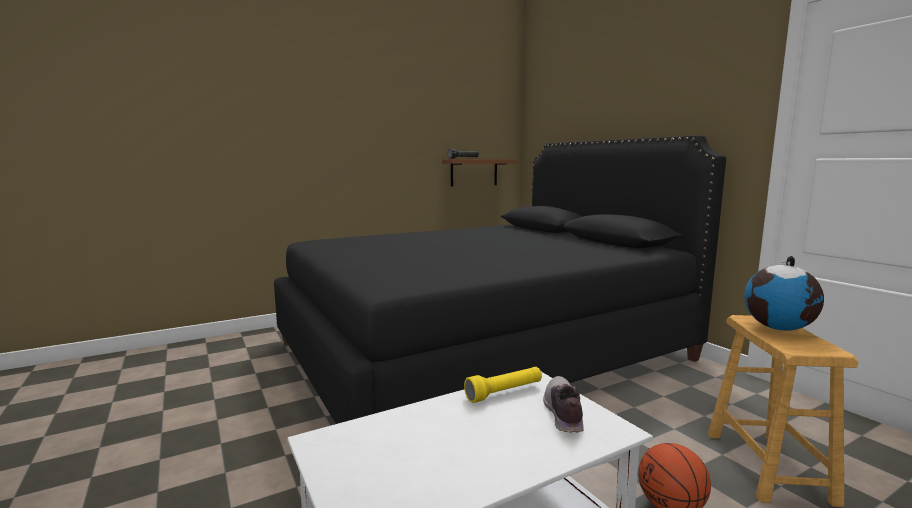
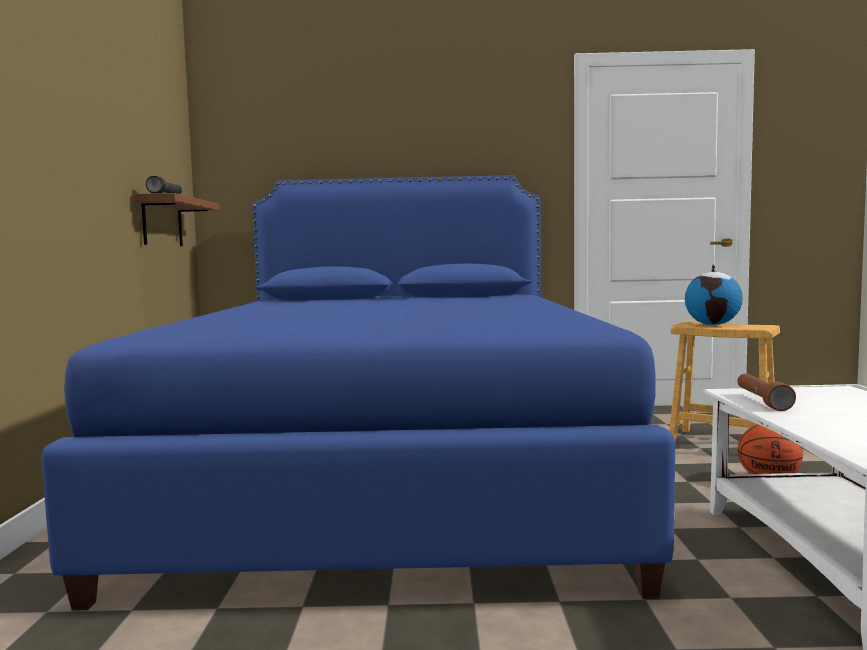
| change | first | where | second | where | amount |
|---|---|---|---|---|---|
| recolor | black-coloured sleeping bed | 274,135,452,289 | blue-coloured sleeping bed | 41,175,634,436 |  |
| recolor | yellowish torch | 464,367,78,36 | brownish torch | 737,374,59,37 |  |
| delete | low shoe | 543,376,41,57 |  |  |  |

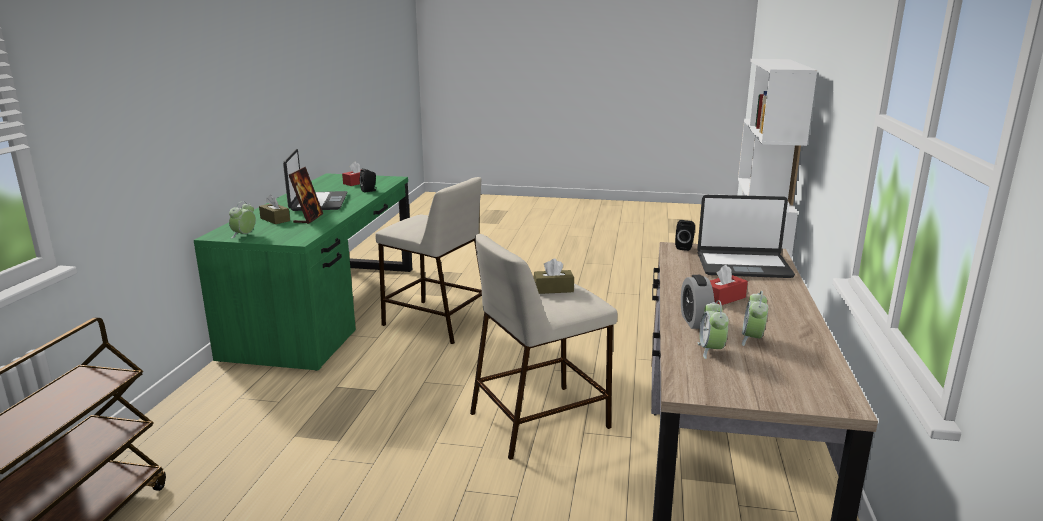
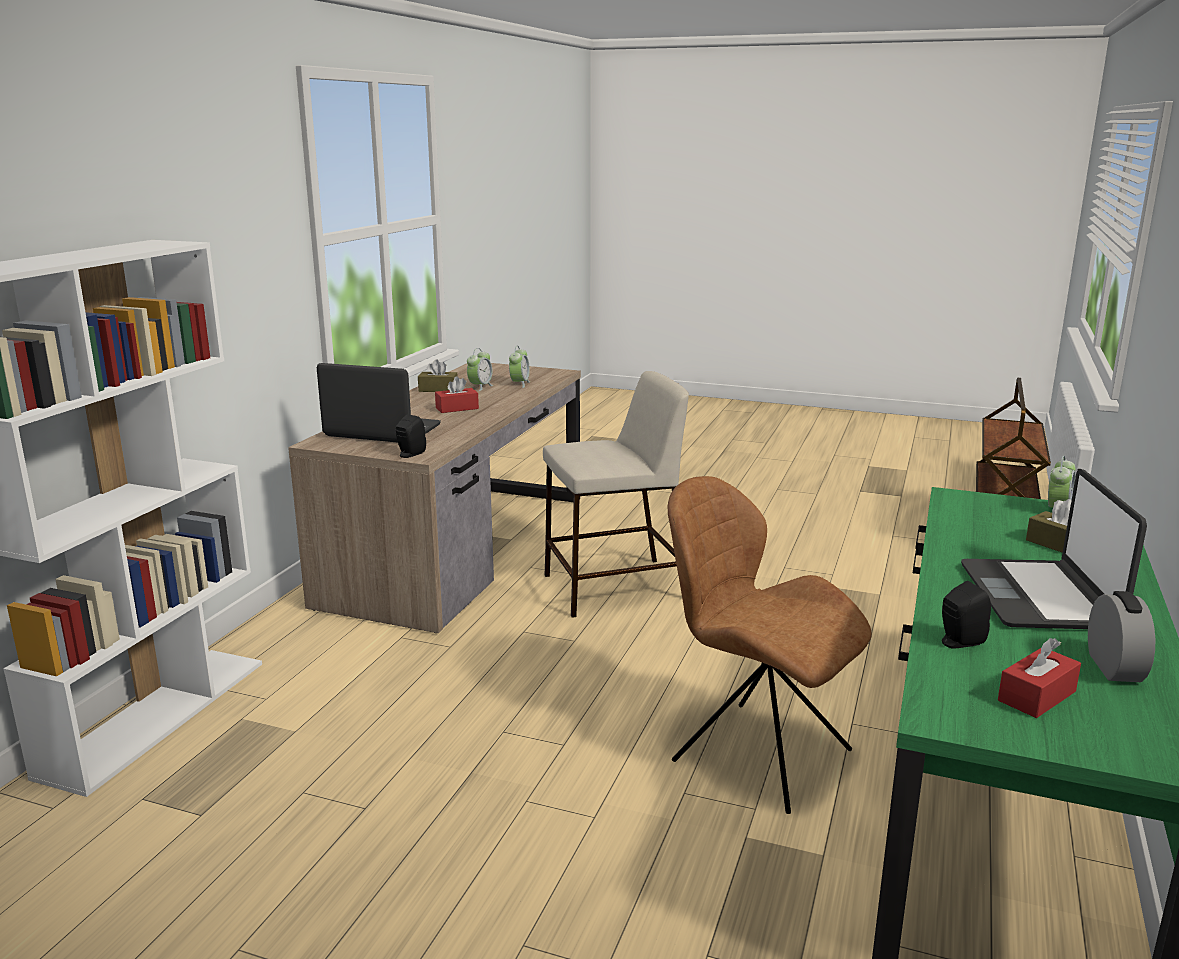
| change | first | where | second | where | amount |
|---|---|---|---|---|---|
| delete | photo frame | 289,167,34,57 |  |  |  |
| replace | sand-coloured stool seat | 375,177,115,167 | brownish plain chair | 668,476,204,338 |  |
| move | brownish tissue holder | 534,259,40,35 |  | 418,359,40,33 |  |
| move | bedside clock | 681,275,33,54 |  | 1088,591,67,91 |  |

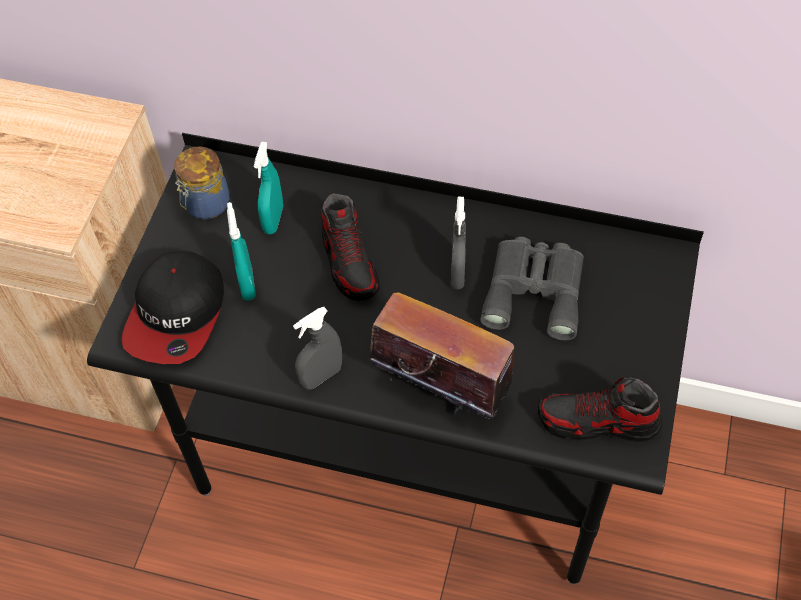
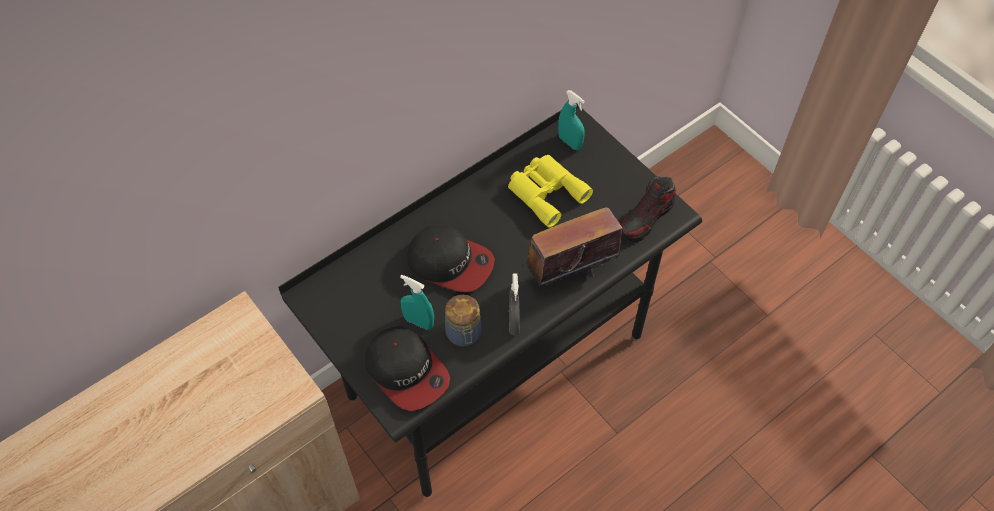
| change | first | where | second | where | amount |
|---|---|---|---|---|---|
| move | jar | 174,146,55,73 |  | 445,295,37,52 |  |
| move | turquoise hand sprayer | 254,142,29,93 |  | 558,90,27,60 |  |
| replace | low shoe | 321,193,59,108 | cap | 407,225,88,67 |  |
| delete | grey hand sprayer | 451,197,15,93 |  |  |  |
| recolor | grey pair of binoculars | 480,237,104,104 | yellowish pair of binoculars | 508,155,85,73 |  |

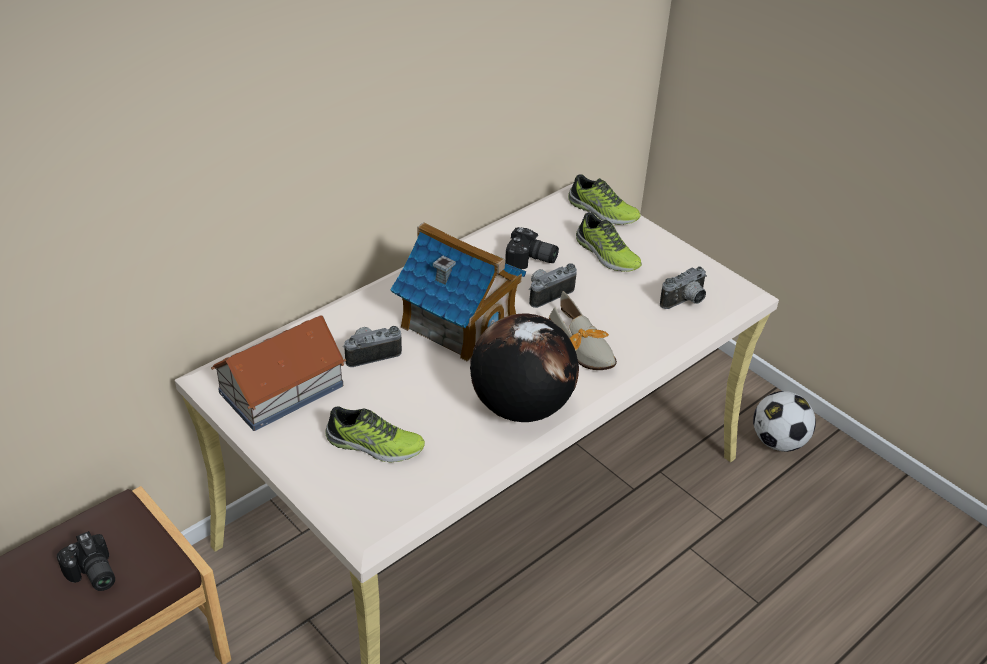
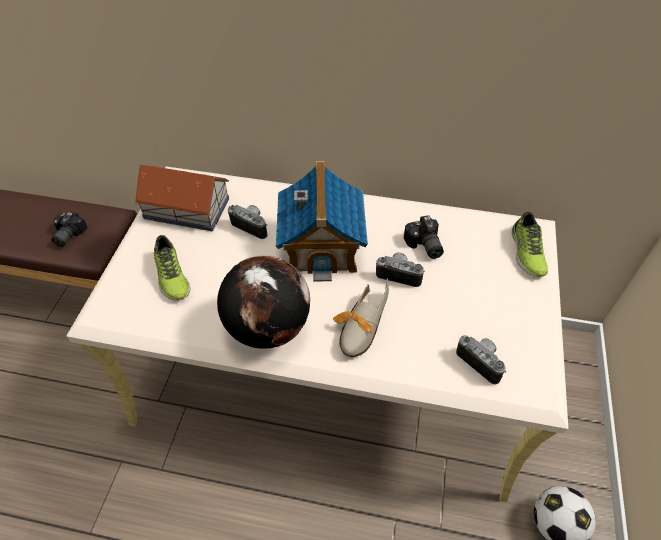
| change | first | where | second | where | amount |
|---|---|---|---|---|---|
| delete | low shoe | 576,212,66,60 |  |  |  |
| rotate | photo camera | 660,266,47,43 |  | 456,335,50,50 | 150 degrees counterclockwise |

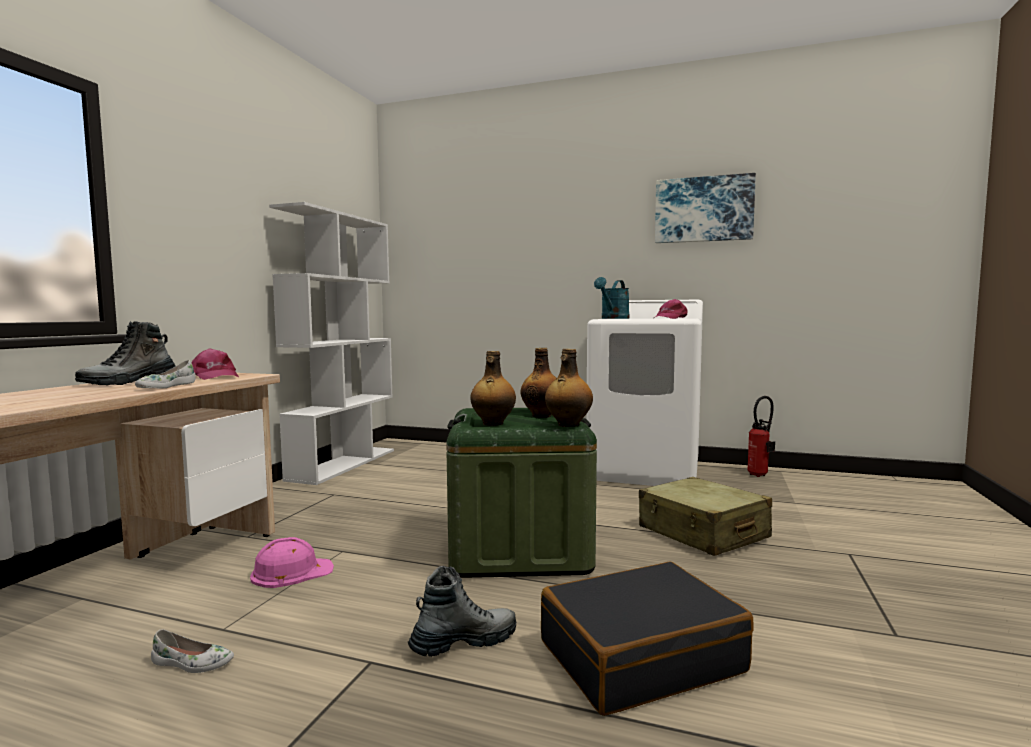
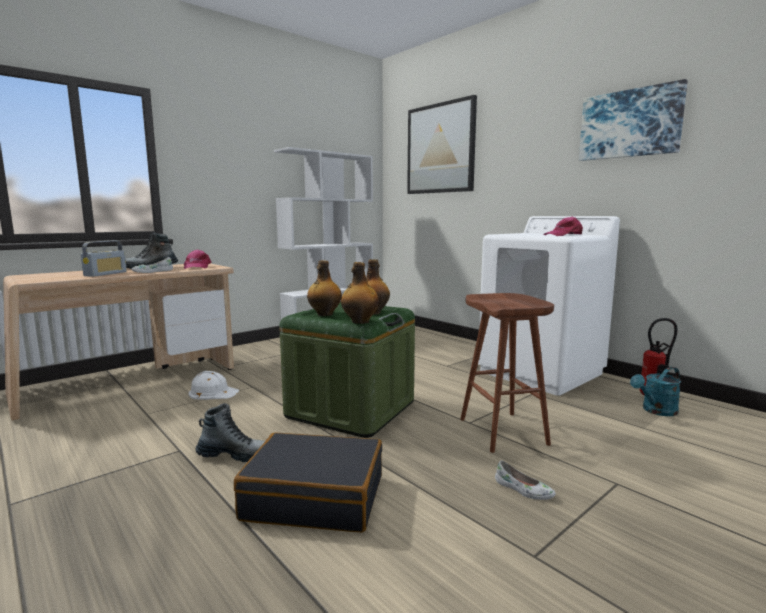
| change | first | where | second | where | amount |
|---|---|---|---|---|---|
| move | whitish low shoe | 151,629,83,44 |  | 495,461,61,39 |  |
| recolor | pink work helmet | 250,537,84,51 | whitish work helmet | 188,371,51,29 |  |
| move | turquoise watering can | 594,277,36,42 |  | 630,367,51,49 |  |
| replace | sand-coloured travel case | 639,477,133,79 | brownish stool seat | 460,293,94,160 |  |
| insert |  |  | radio set | 81,241,46,36 |  |
| insert |  |  | wall art | 407,95,70,99 |  |

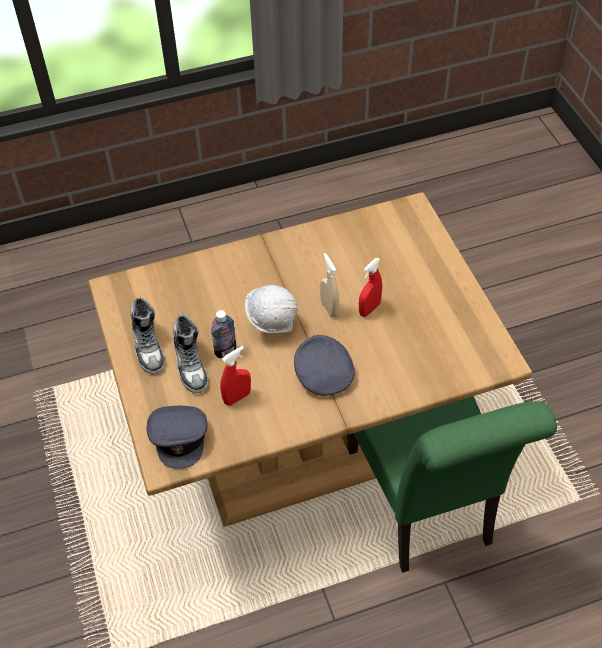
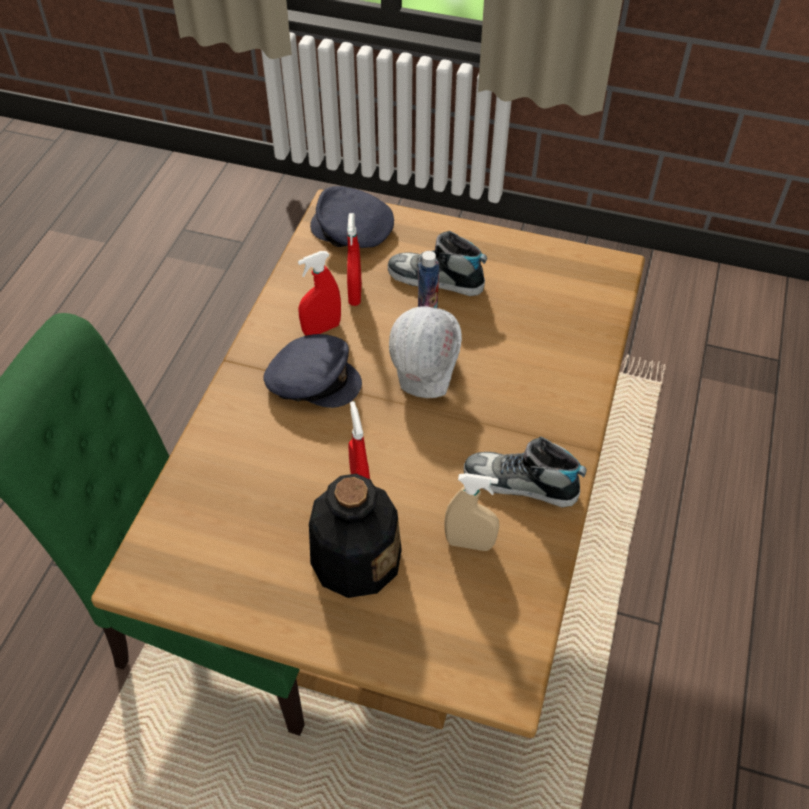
| change | first | where | second | where | amount |
|---|---|---|---|---|---|
| move | low shoe | 131,296,34,79 |  | 464,437,122,70 |  |
| move | sand-coloured hand sprayer | 320,253,20,64 |  | 444,473,55,78 |  |
| insert |  |  | red hand sprayer | 298,251,43,85 |  |
| insert |  |  | beverage bottle | 309,474,93,124 |  |

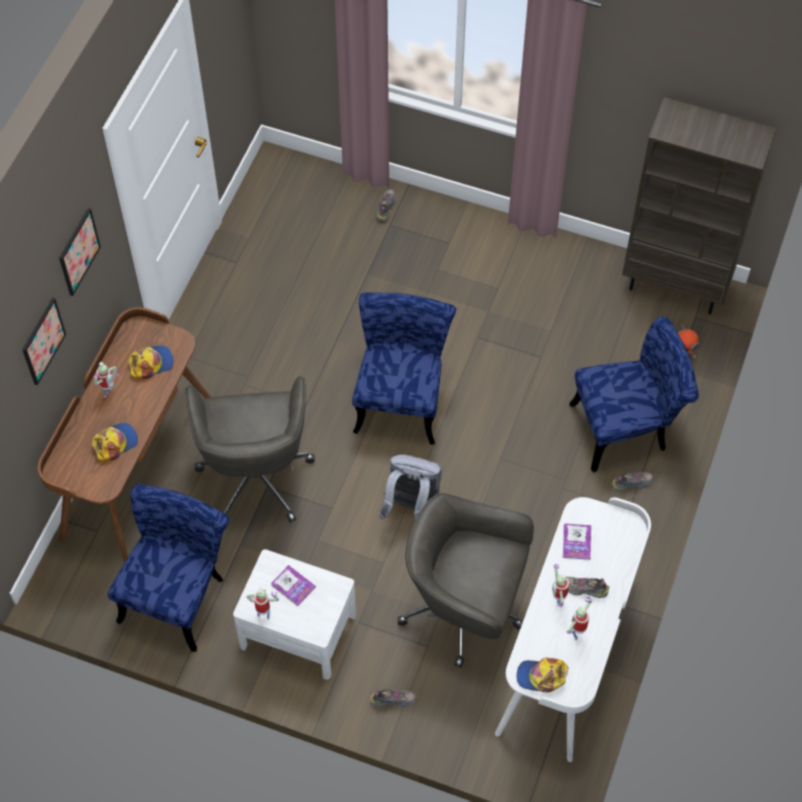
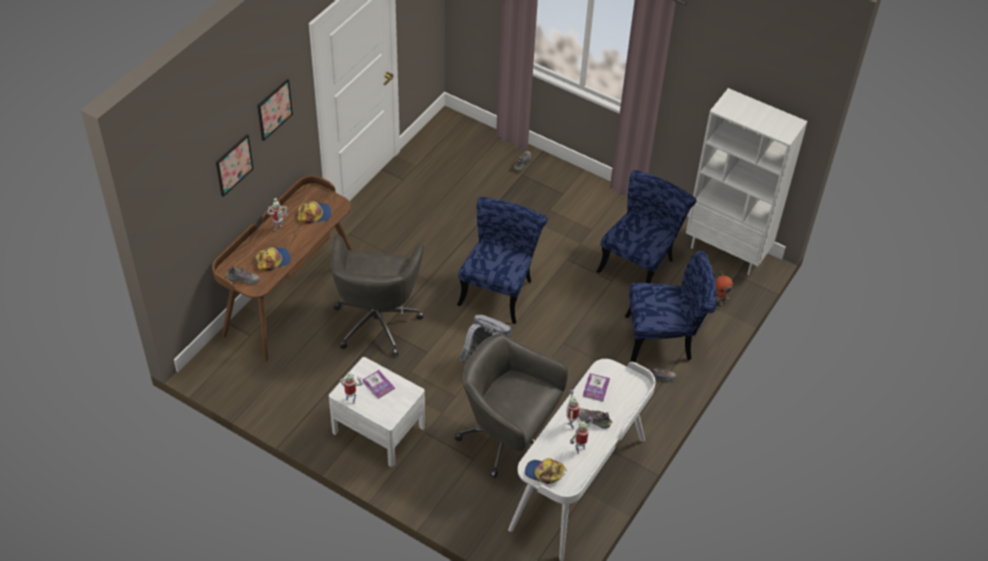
| change | first | where | second | where | amount |
|---|---|---|---|---|---|
| move | blue-coloured plain chair | 108,484,122,168 |  | 596,170,101,113 |  |
| move | low shoe | 371,689,45,18 |  | 226,267,34,18 |  |
| recolor | brownish bookshelf | 622,97,154,217 | whitish bookshelf | 686,88,121,187 |  |

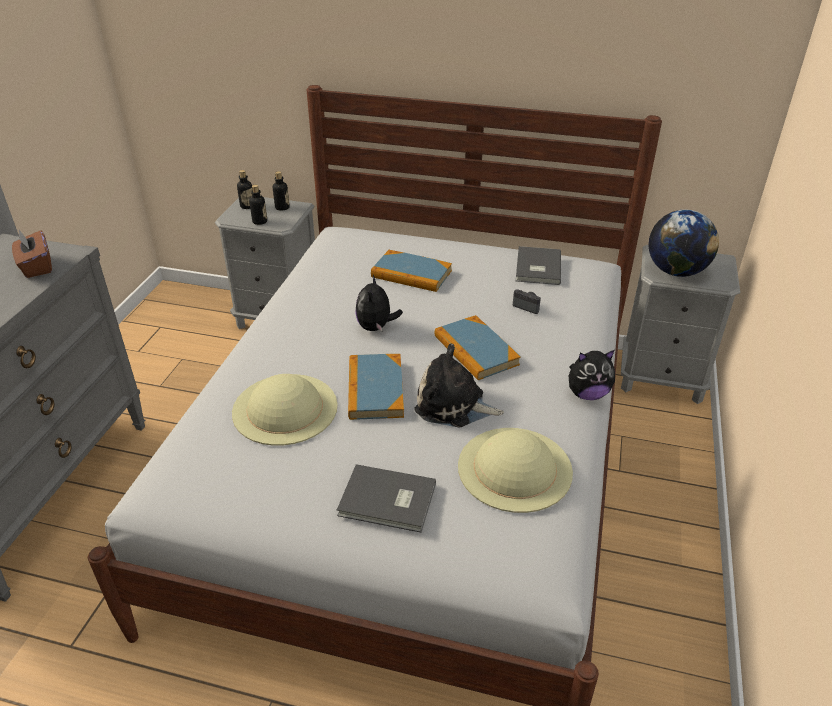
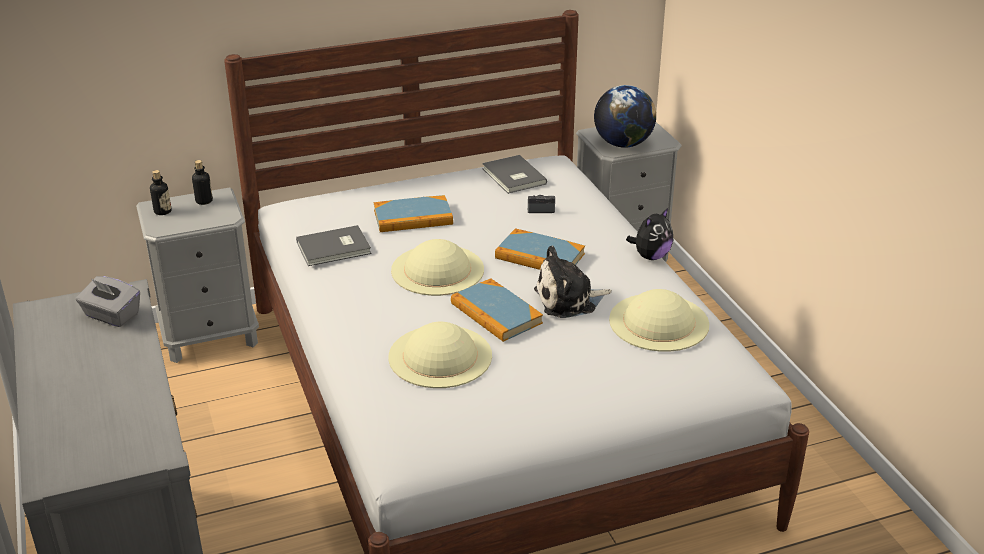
| change | first | where | second | where | amount |
|---|---|---|---|---|---|
| recolor | brownish tissue holder | 12,230,40,48 | grey tissue holder | 76,276,64,51 |  |
| delete | beverage bottle | 249,185,18,40 |  |  |  |
| move | grey bound book | 337,464,99,69 |  | 296,225,75,41 |  |
| replace | cuddly toy | 356,275,47,56 | sand-coloured clothing hat | 391,239,93,57 |  |

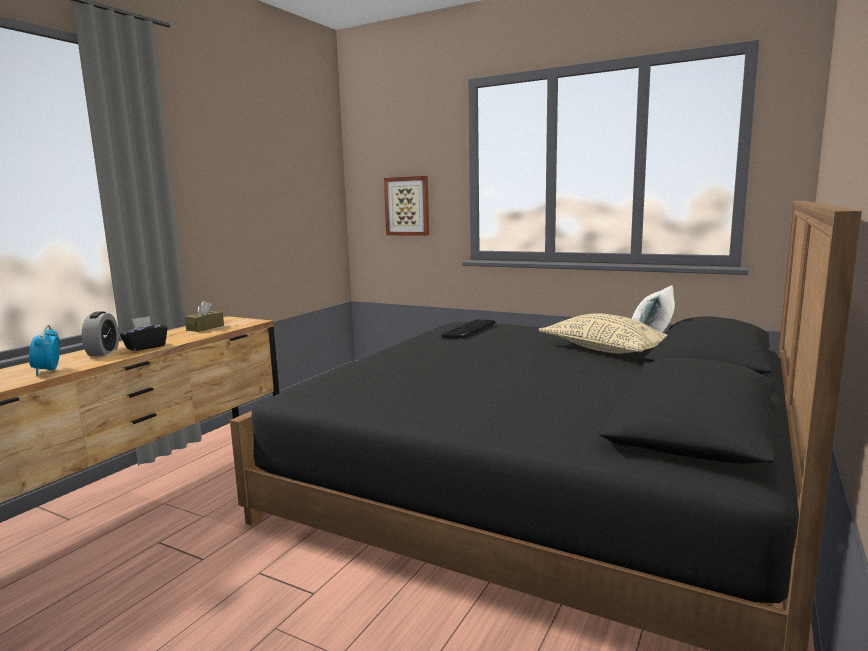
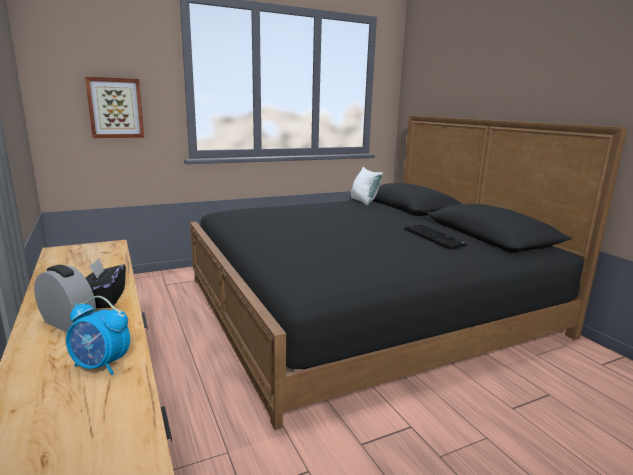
| change | first | where | second | where | amount |
|---|---|---|---|---|---|
| delete | brownish tissue holder | 185,301,39,31 |  |  |  |
| move | keyboard | 442,319,53,20 |  | 404,224,63,26 |  |
| delete | sand-coloured cushion | 538,313,129,41 |  |  |  |

